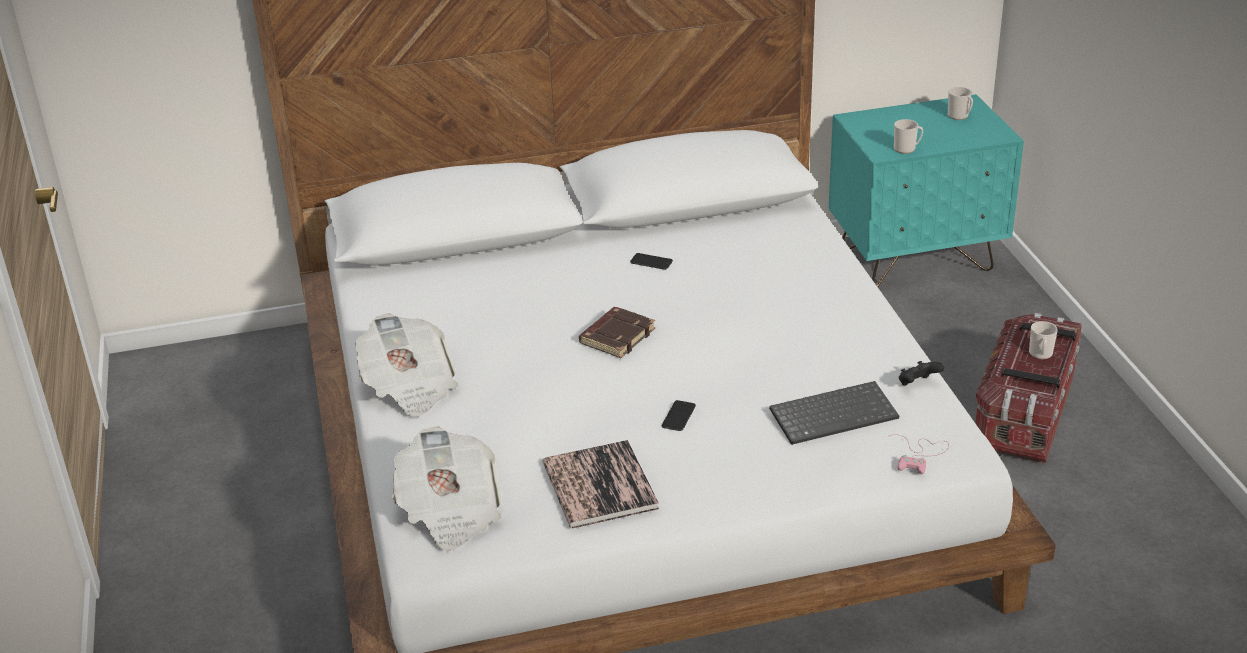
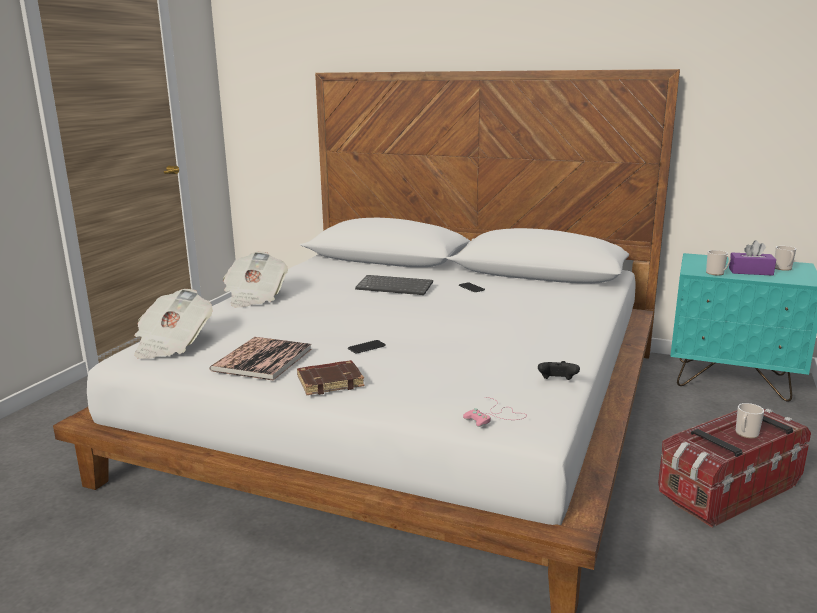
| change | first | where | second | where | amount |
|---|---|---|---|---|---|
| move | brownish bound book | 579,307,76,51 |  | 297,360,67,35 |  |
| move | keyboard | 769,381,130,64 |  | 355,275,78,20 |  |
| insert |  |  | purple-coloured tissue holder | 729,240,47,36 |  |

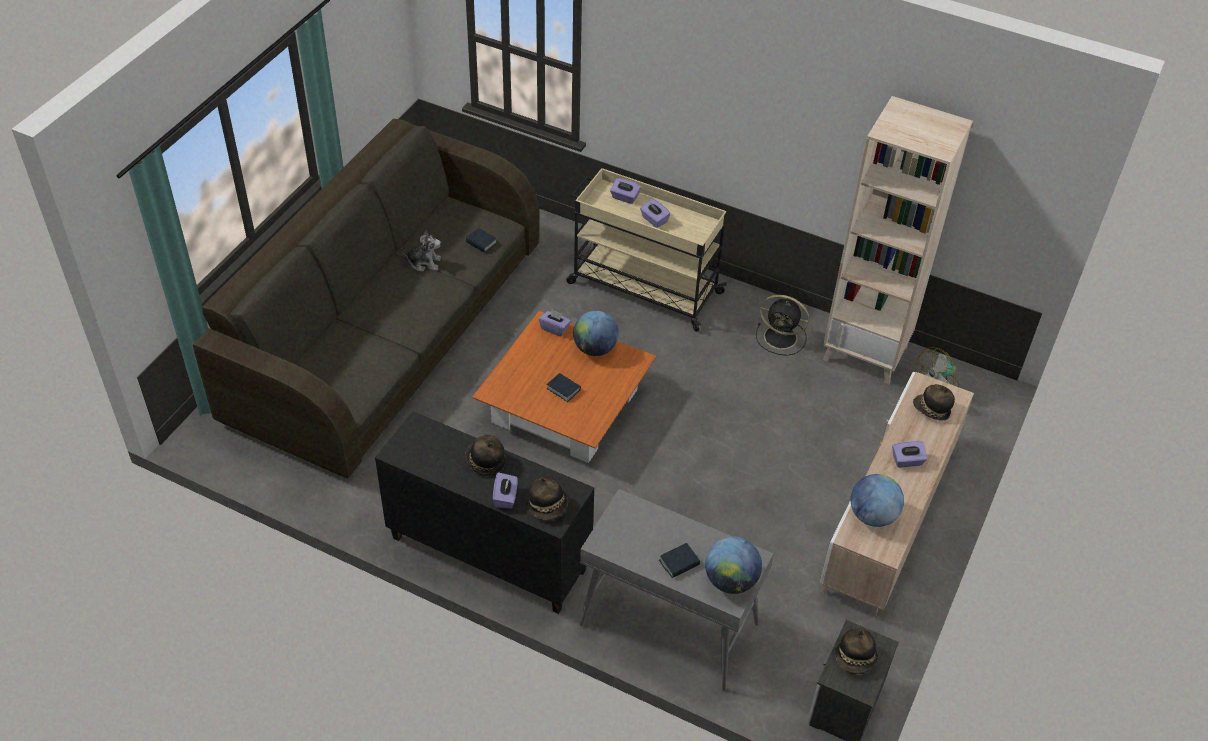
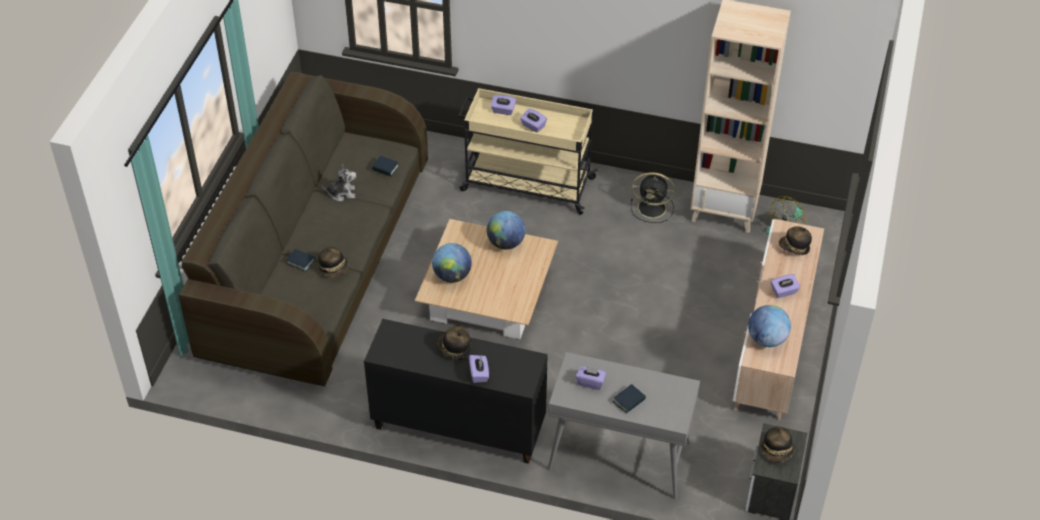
| change | first | where | second | where | amount |
|---|---|---|---|---|---|
| recolor | orangey low table | 472,311,184,152 | sand-coloured low table | 415,219,143,120 |  |
| move | clothing hat | 527,477,41,43 |  | 318,247,31,31 |  |
| move | purple-coloured tissue holder | 539,309,32,28 |  | 576,365,30,25 |  |
| move | bound book | 547,373,34,29 |  | 286,249,29,23 |  |
| move | globe | 705,537,57,57 |  | 432,243,40,40 |  |

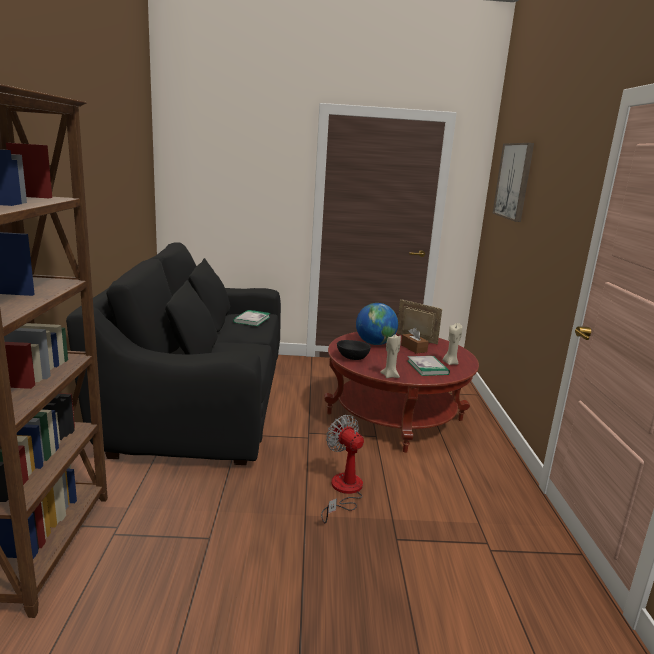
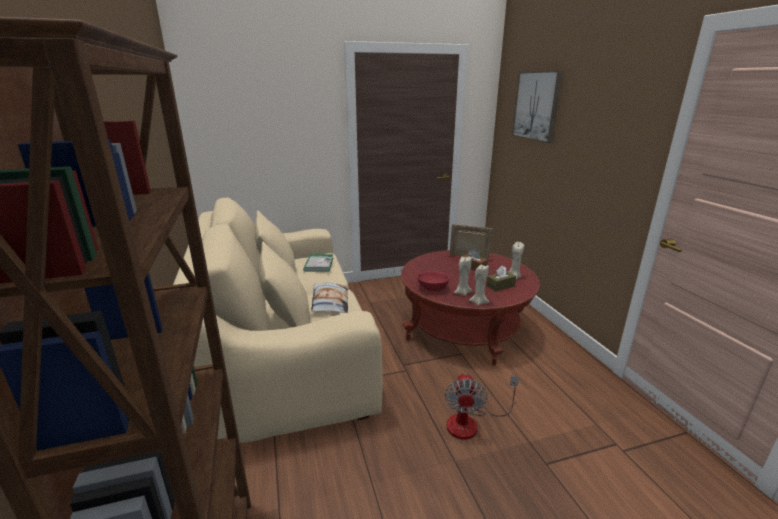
| change | first | where | second | where | amount |
|---|---|---|---|---|---|
| recolor | black-coloured sofa | 66,242,215,223 | sand-coloured sofa | 173,197,210,246 |  |
| rotate | fan | 321,415,43,108 |  | 445,373,74,67 | 120 degrees counterclockwise |
| recolor | black-coloured deep dish | 337,340,34,20 | red deep dish | 417,271,32,20 |  |
| delete | globe | 356,303,42,42 |  |  |  |
| replace | bound book | 408,356,42,20 | brownish tissue holder | 486,266,30,26 |  |
| insert |  |  | cushion | 311,282,37,31 |  |
| insert |  |  | sand-coloured candle | 454,256,18,40 |  |

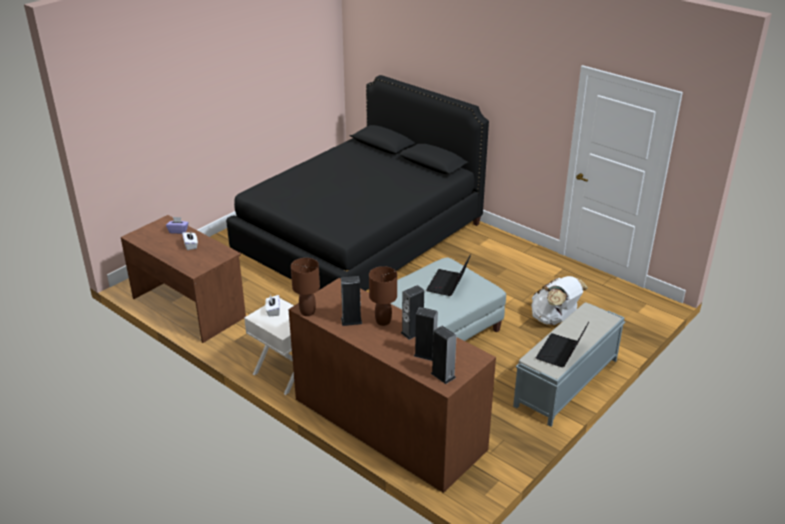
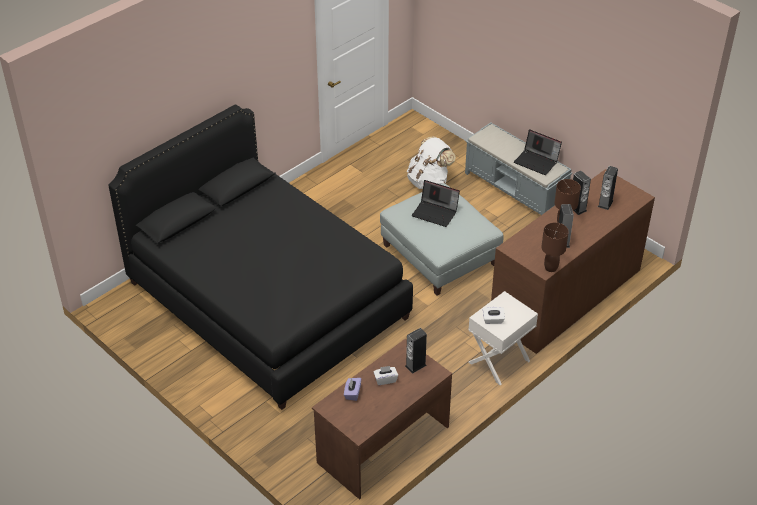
| change | first | where | second | where | amount |
|---|---|---|---|---|---|
| move | loudspeaker | 431,326,26,58 |  | 405,328,22,46 |  |

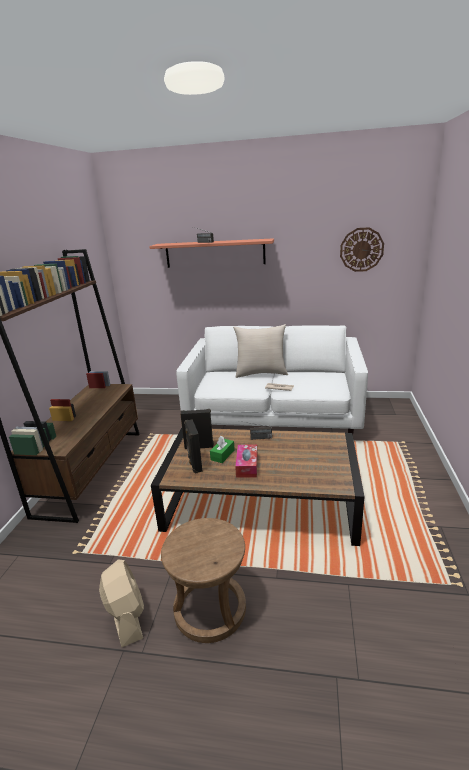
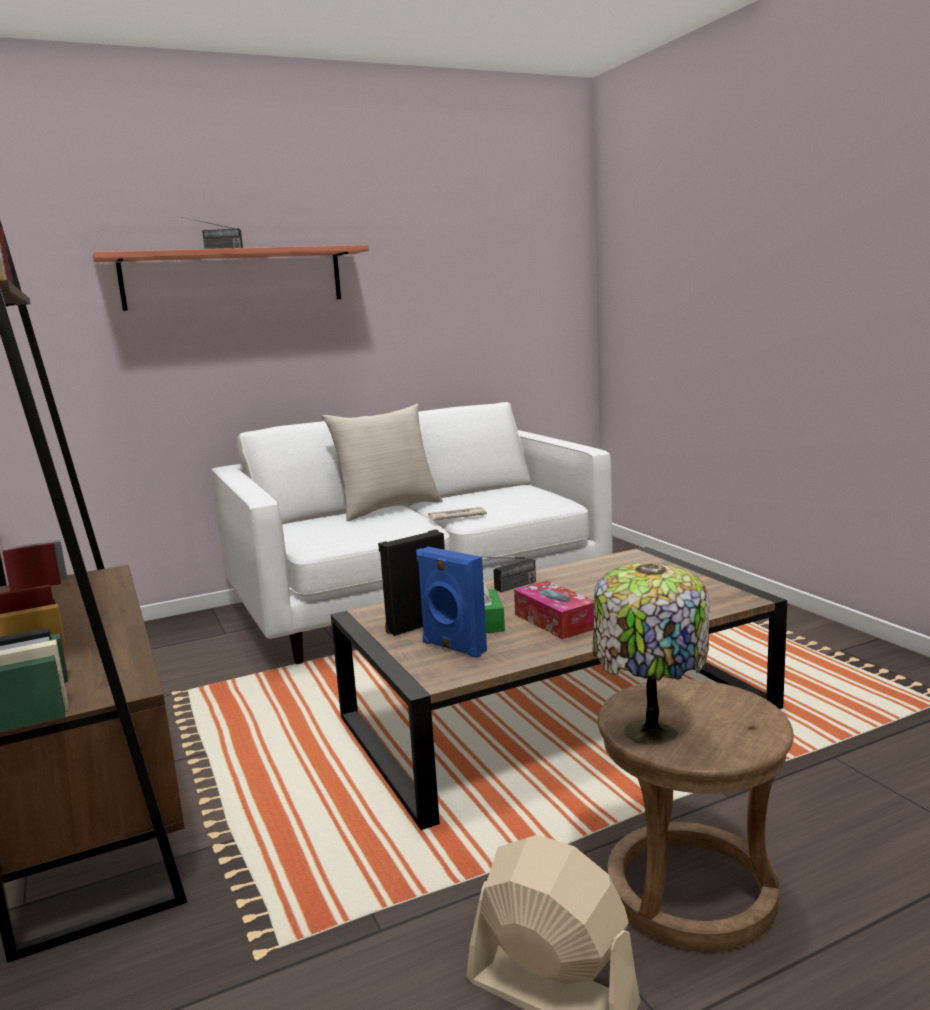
| change | first | where | second | where | amount |
|---|---|---|---|---|---|
| recolor | black-coloured loudspeaker | 184,419,19,55 | blue-coloured loudspeaker | 416,547,71,111 |  |
| delete | hanging clock | 340,227,44,45 |  |  |  |
| insert |  |  | lamp for a table | 593,563,117,182 |  |

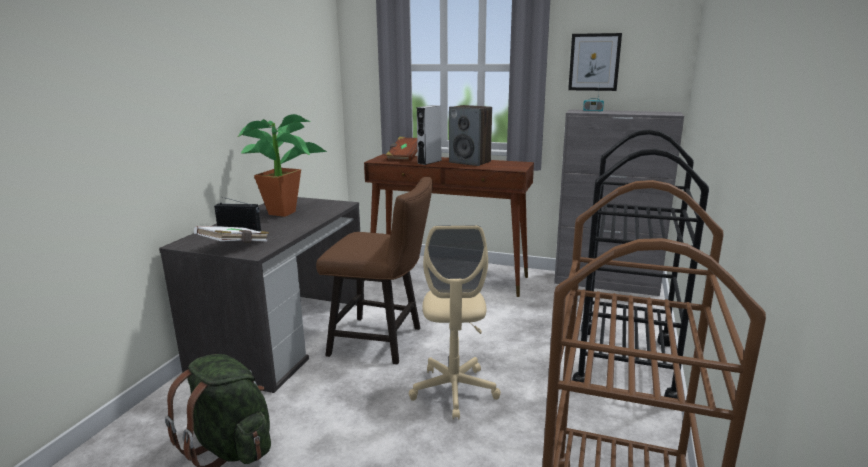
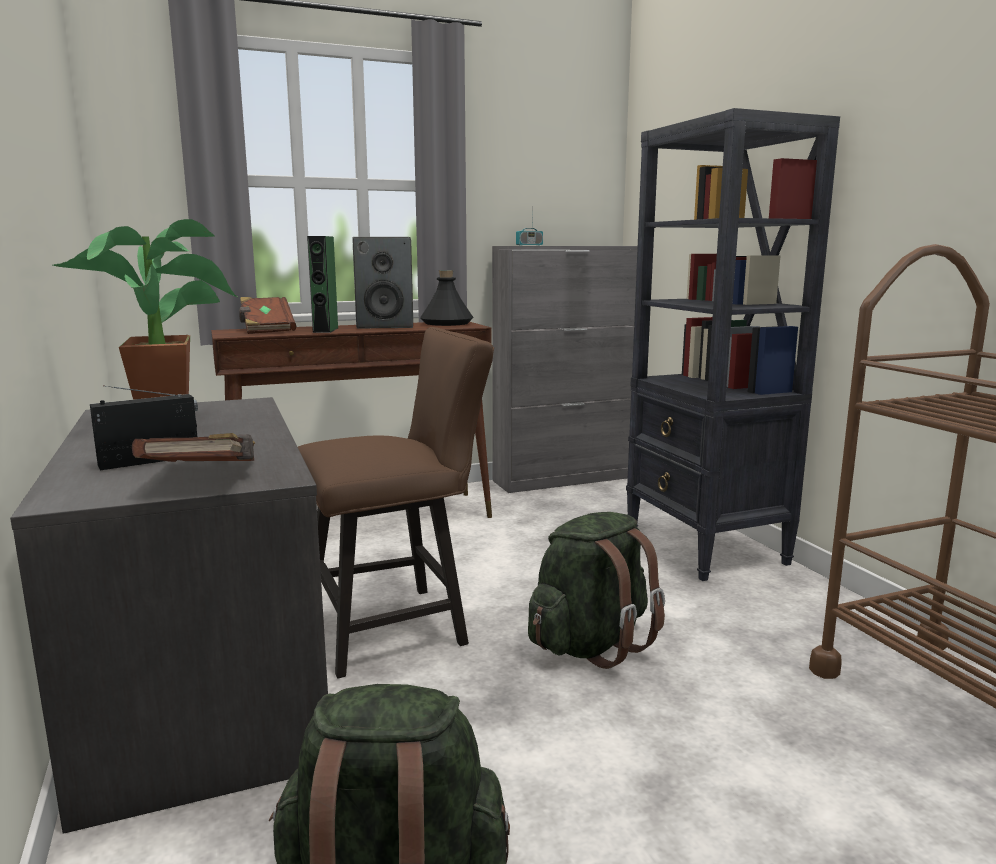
| change | first | where | second | where | amount |
|---|---|---|---|---|---|
| recolor | whitish bound book | 194,226,75,16 | brownish bound book | 132,433,123,29 |  |
| replace | sand-coloured computer chair | 409,225,92,195 | greenish knapsack | 528,512,137,157 |  |
| recolor | grey loudspeaker | 417,105,24,60 | greenish loudspeaker | 307,236,31,97 |  |
| delete | wall art | 568,33,54,58 |  |  |  |
| replace | black-coloured cart | 572,129,137,270 | black-coloured bookshelf | 626,108,214,473 |  |
| insert |  |  | black-coloured beverage bottle | 420,270,53,56 |  |

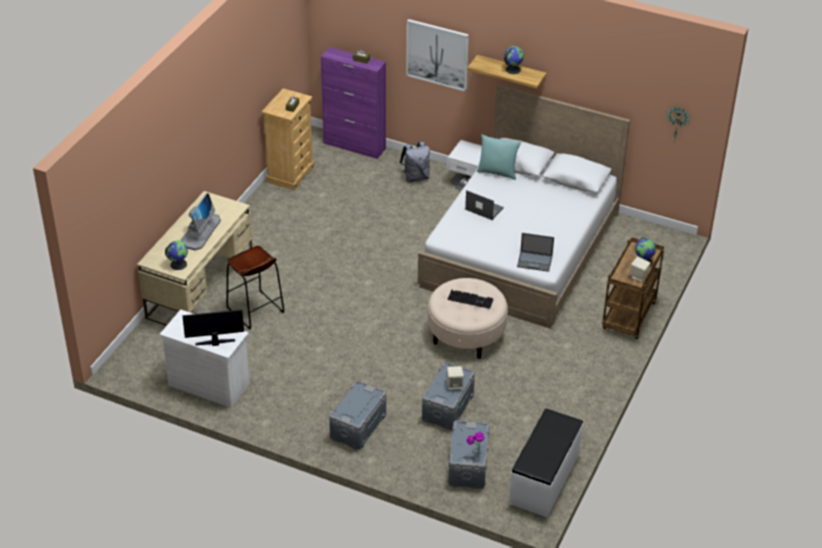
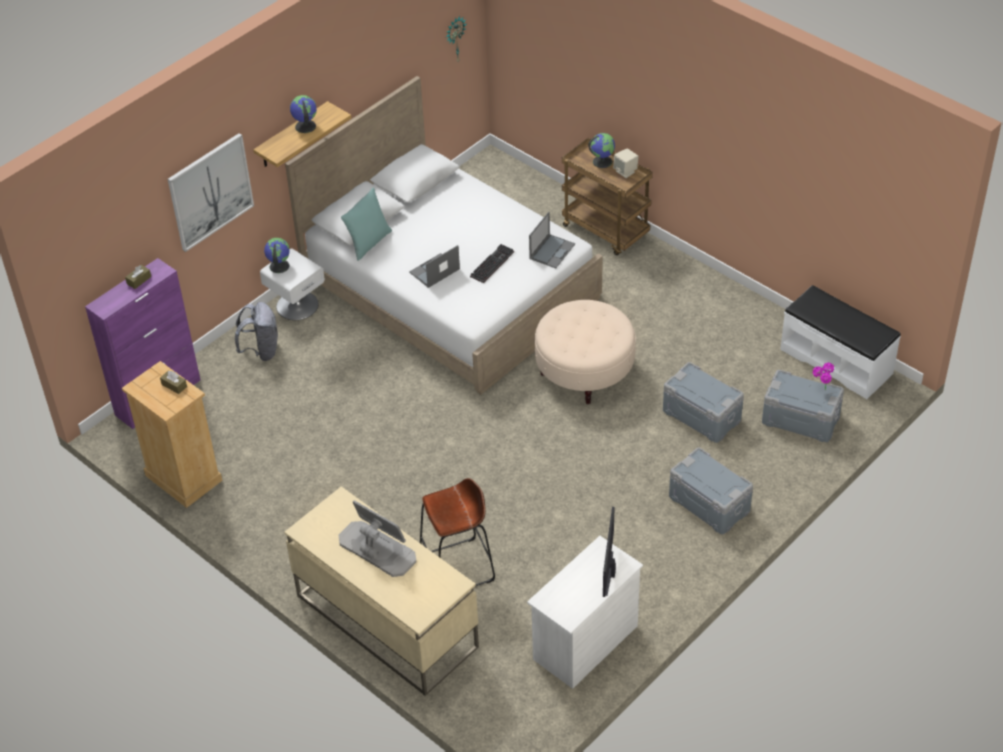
| change | first | where | second | where | amount |
|---|---|---|---|---|---|
| move | globe | 165,240,23,30 |  | 264,238,26,35 |  |
| delete | sand-coloured loudspeaker | 447,366,17,24 |  |  |  |
| move | keyboard | 448,289,45,20 |  | 470,244,44,39 |  |

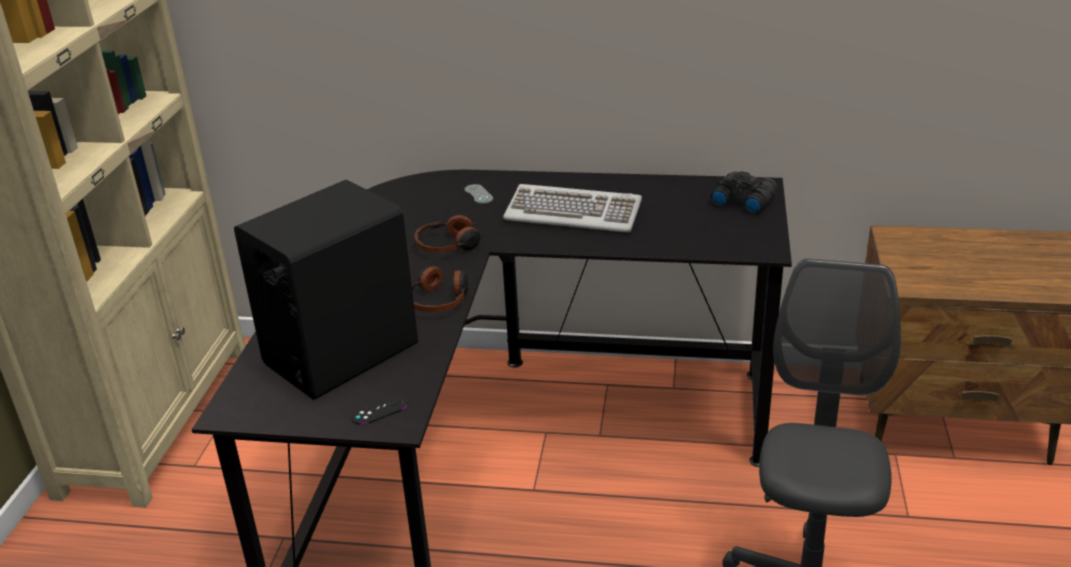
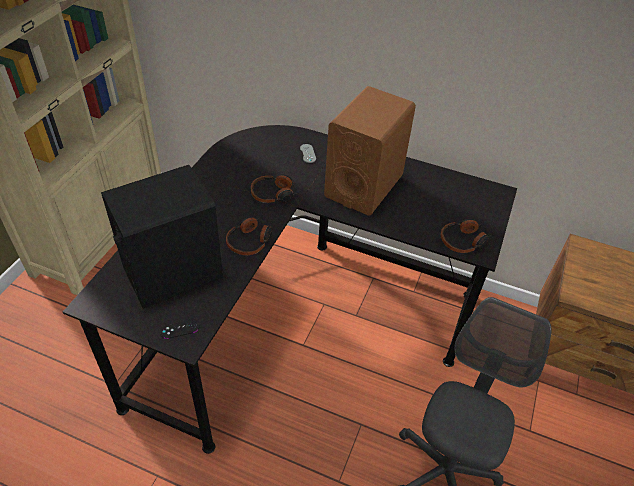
| change | first | where | second | where | amount |
|---|---|---|---|---|---|
| replace | keyboard | 503,184,139,48 | brownish loudspeaker | 324,86,92,130 |  |
| delete | black-coloured pair of binoculars | 710,171,68,43 |  |  |  |
| insert |  |  | headset | 440,219,50,34 |  |

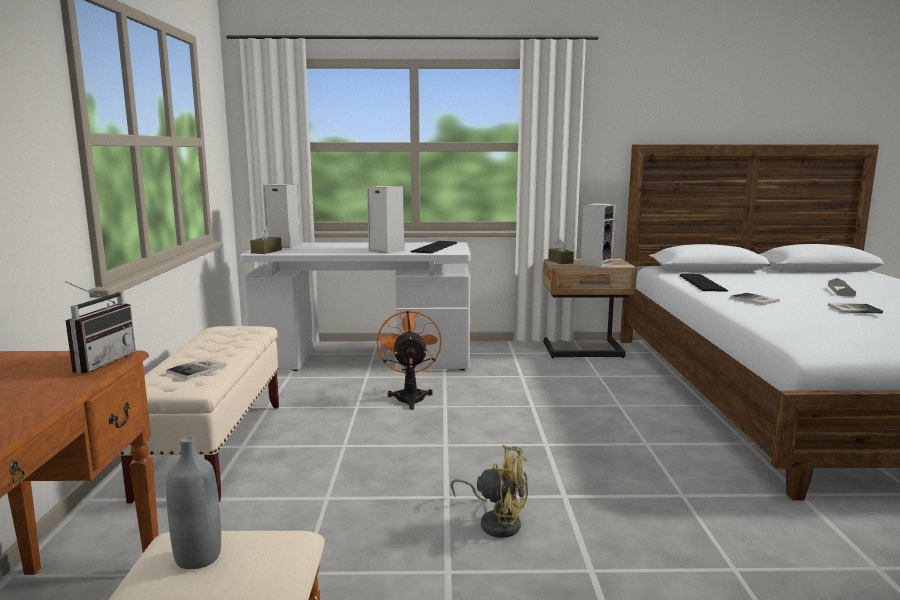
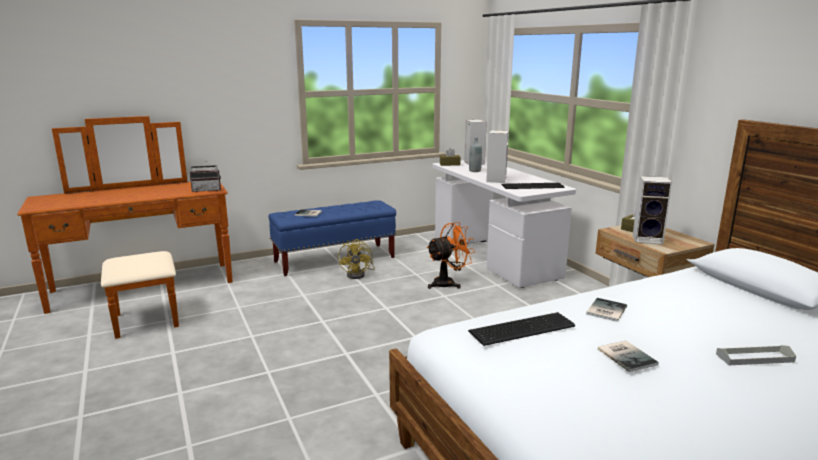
| change | first | where | second | where | amount |
|---|---|---|---|---|---|
| recolor | sand-coloured long seat | 119,326,160,177 | blue-coloured long seat | 269,200,127,76 |  |
| move | grey beverage bottle | 166,437,55,132 |  | 469,137,13,35 |  |
| move | yellowish fan | 450,445,78,93 |  | 338,239,37,40 |  |
| move | keyboard | 679,274,49,18 |  | 468,312,107,34 |  |

